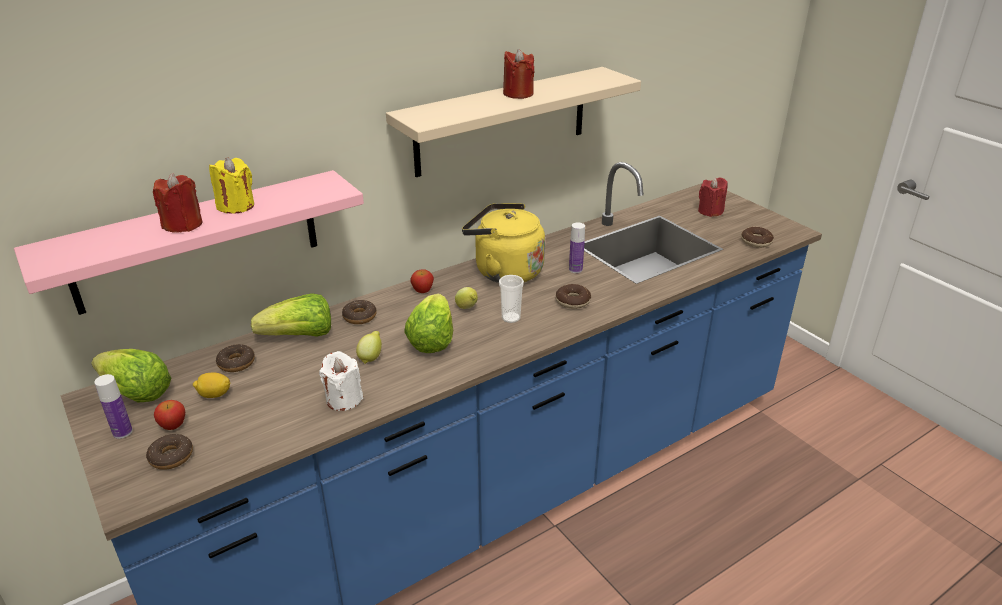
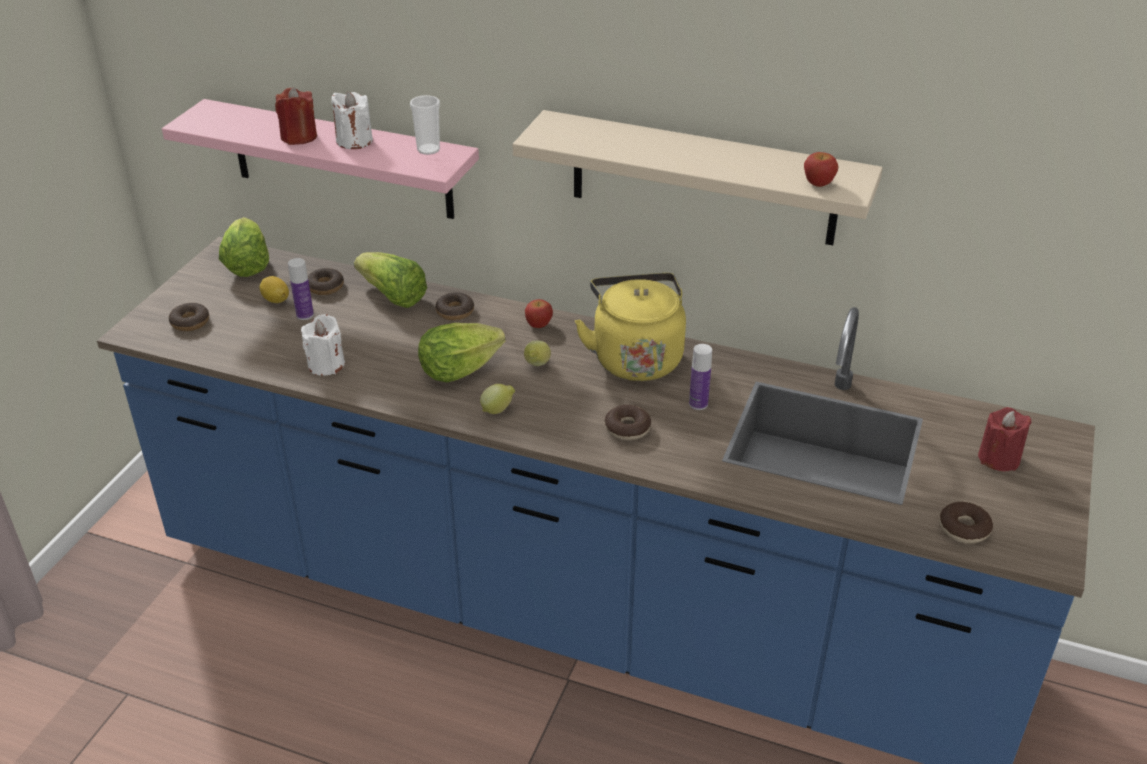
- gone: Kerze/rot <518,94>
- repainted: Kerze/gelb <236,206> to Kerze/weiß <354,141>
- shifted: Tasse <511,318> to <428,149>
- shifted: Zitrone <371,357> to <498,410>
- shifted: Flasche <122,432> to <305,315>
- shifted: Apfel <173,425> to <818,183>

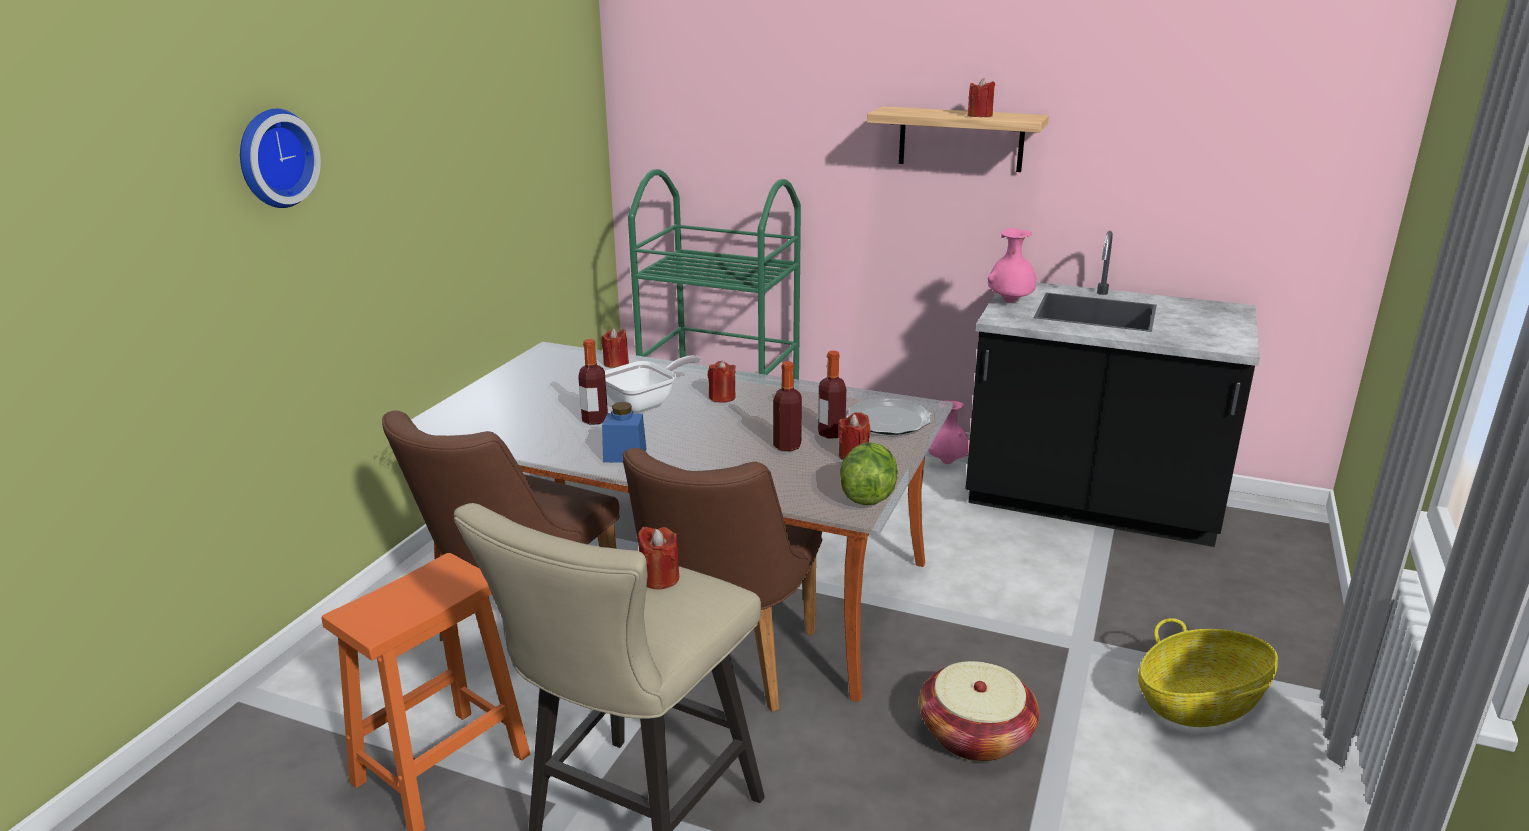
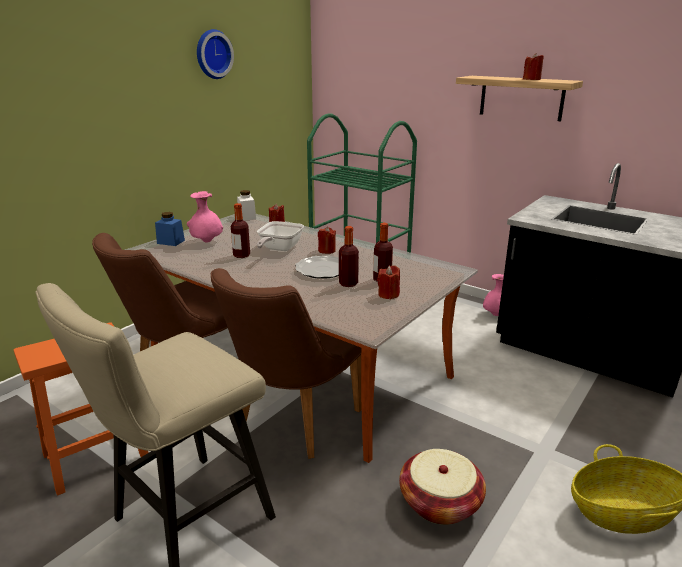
- shifted: Wanduhr <273,158> to <212,54>
- shifted: Vase/rosa <1009,302> to <207,242>
- rotated: Pfanne <646,403> = <278,249> 135 degrees clockwise
- shifted: Teller <889,420> to <323,269>
- shifted: Vorratsglas/blau <625,455> to <171,242>
- gone: Salatkopf <867,496>
- gone: Kerze/rot <659,578>
- new: Vorratsglas/weiß <247,217>

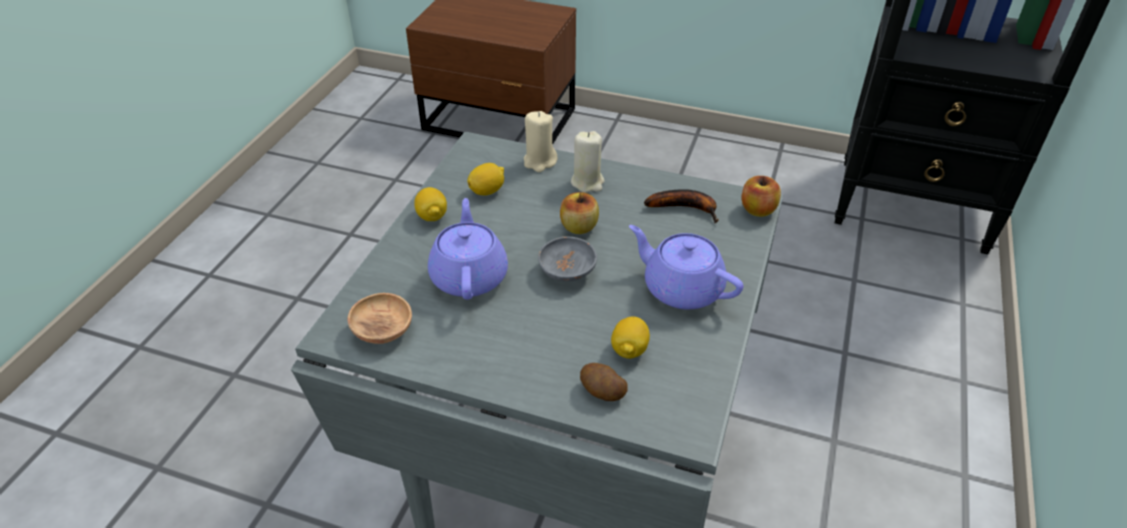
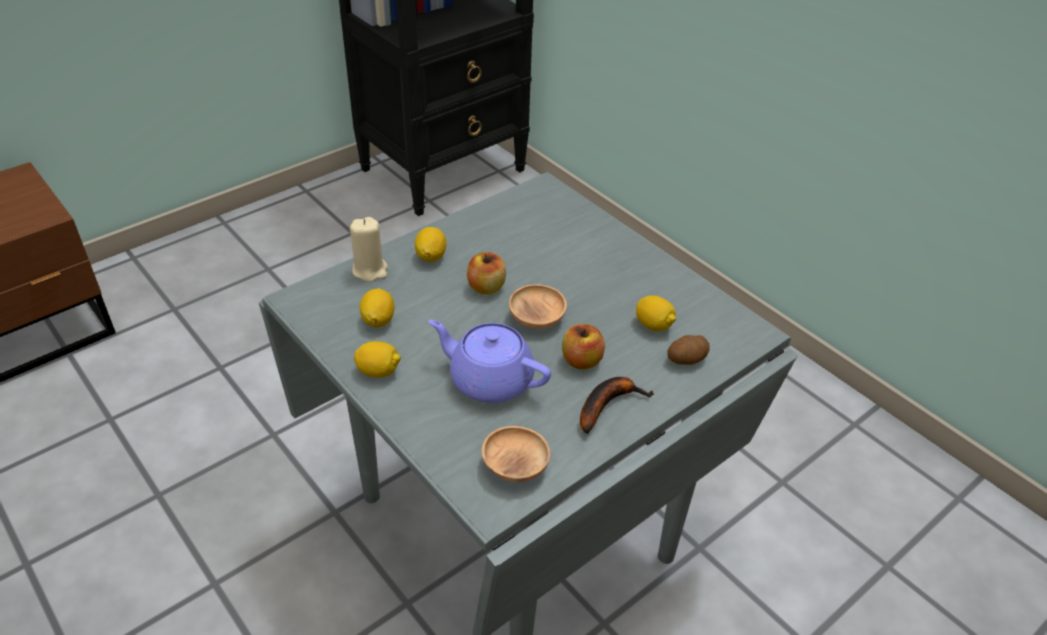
- swapped: Kerze/beige <587,182> to Zitrone <431,256>
- shifted: Apfel <758,210> to <581,361>
- shifted: Banane <686,208> to <607,404>
- gone: Teekanne/lila <681,288>
- repainted: Schüssel/grau <567,271> to Schüssel/braun <537,318>

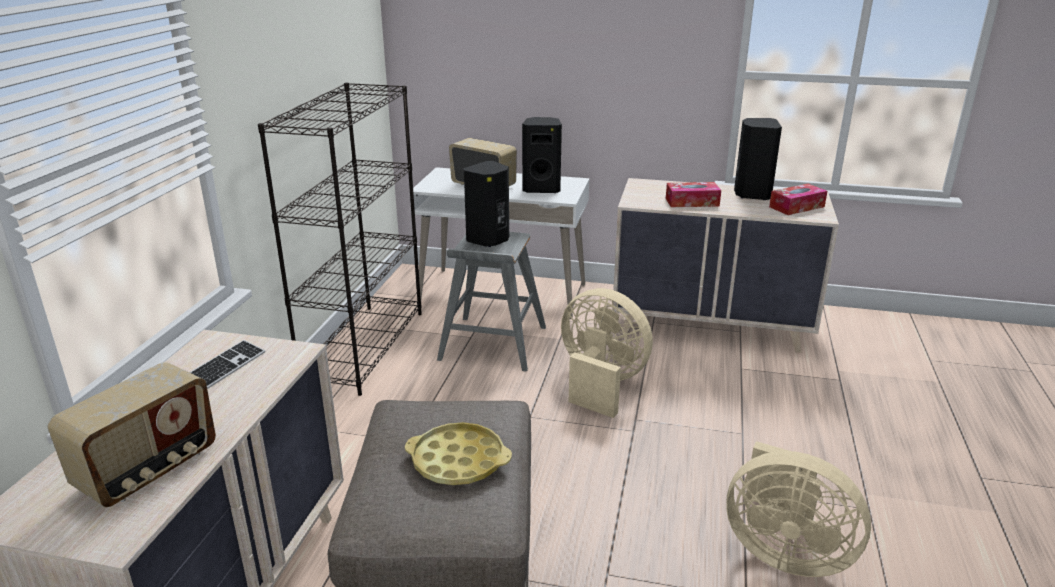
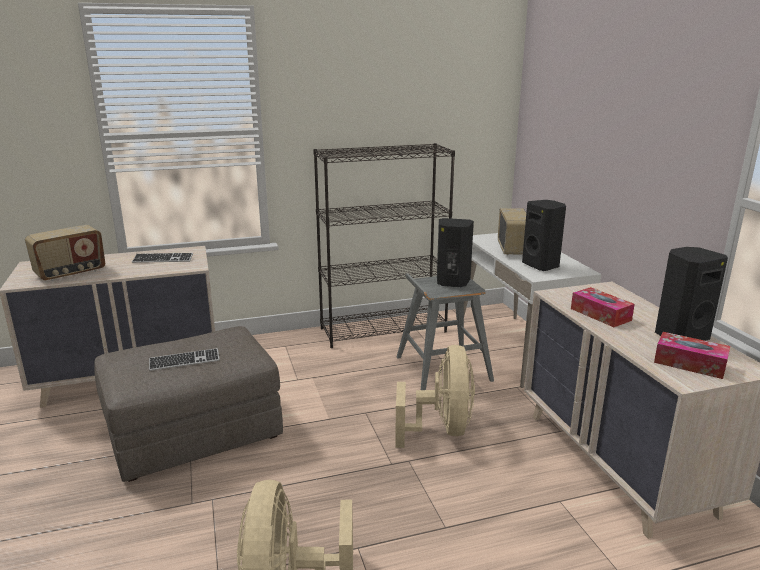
- rotated: Radio <149,470> = <71,273> 45 degrees counterclockwise
- swapped: Tablett/gelb <458,461> to Tastatur <184,361>

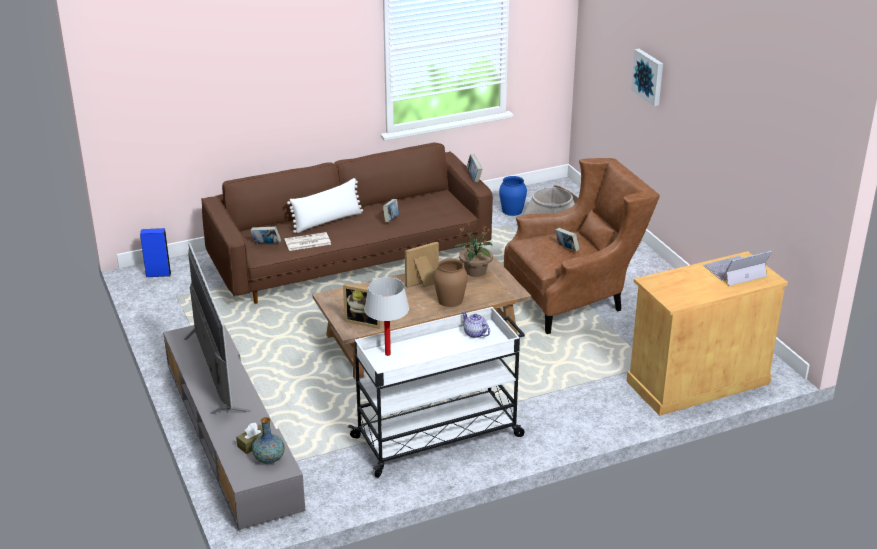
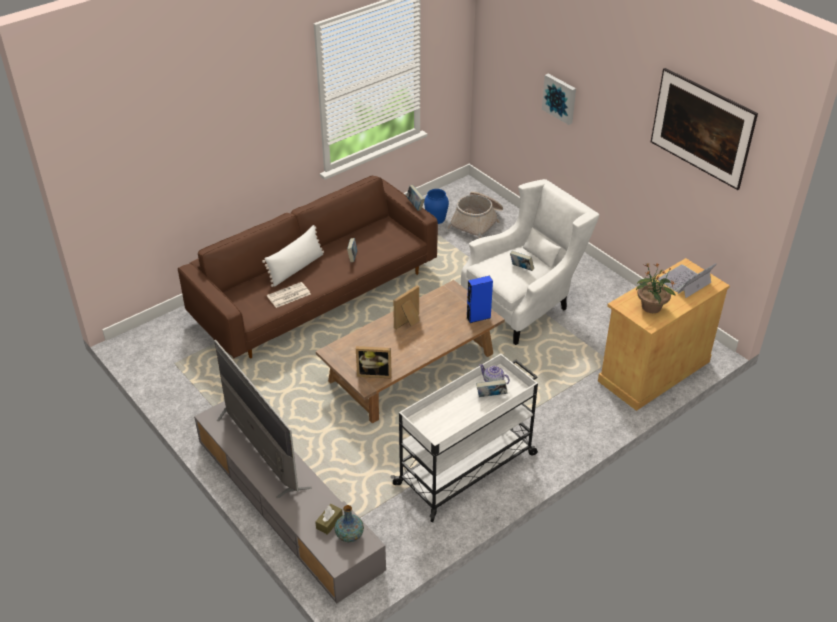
- repainted: Sessel/braun <574,299> to Sessel/weiß <524,304>
- shifted: Topfpflanze <475,272> to <651,307>
- shifted: Buch <266,244> to <491,396>
- shifted: Lautsprecher/blau <158,274> to <478,317>
- gone: Vase/braun <450,300>
- gone: Tischlampe/weiß <387,354>
- new: Bild <698,146>

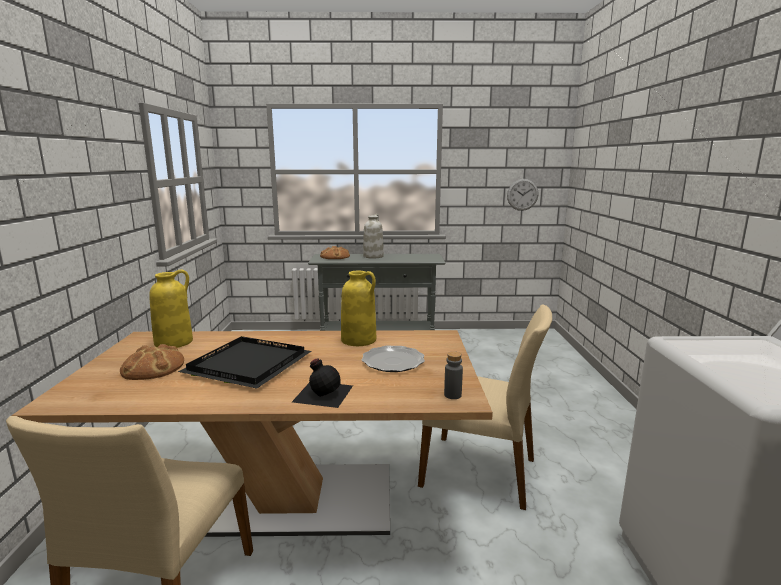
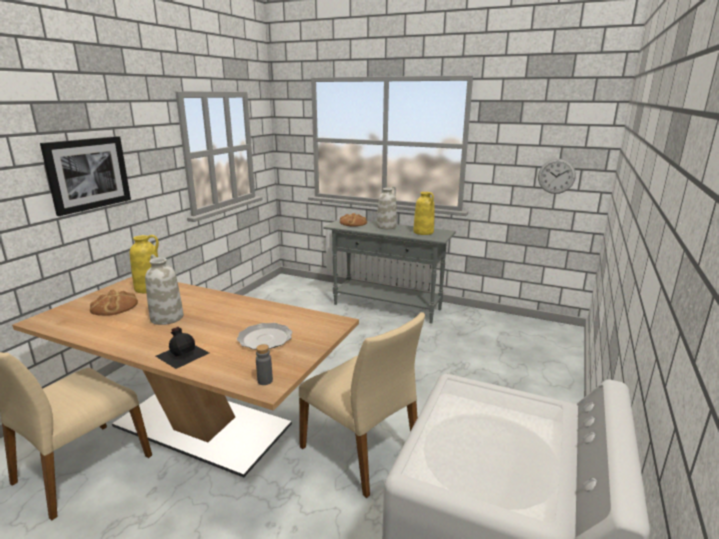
- shifted: Vase/gelb <359,340> to <423,232>
- swapped: Tablett/schwarz <245,365> to Vase/weiß <166,318>
- new: Bild <88,174>

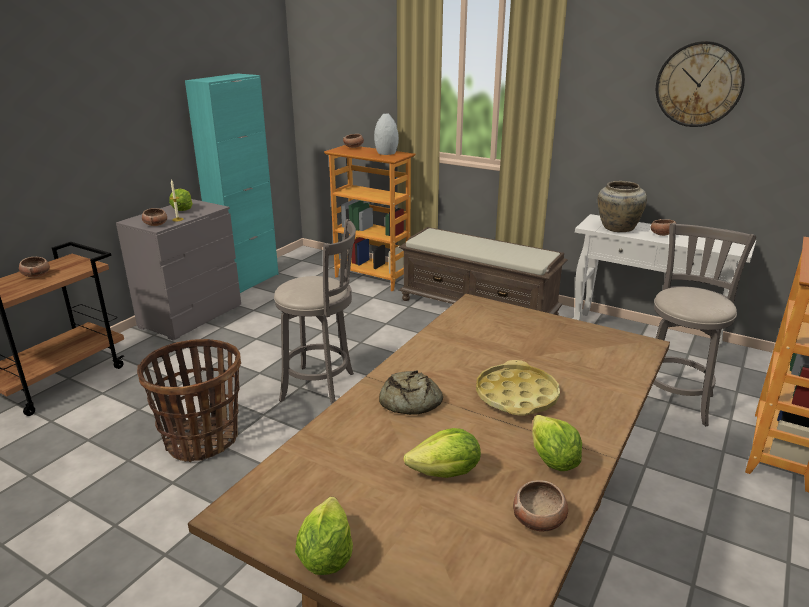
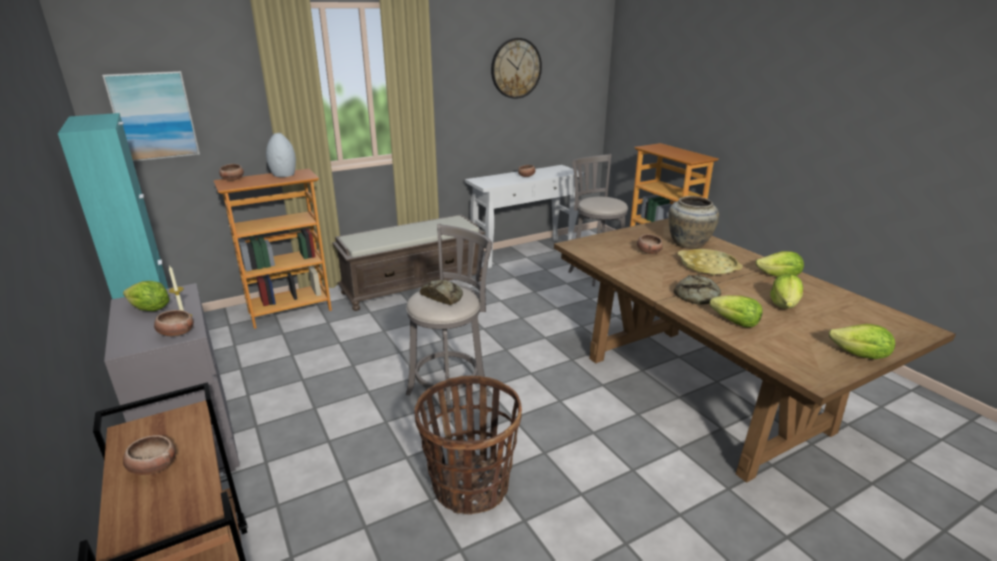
- shifted: Vase/beige <616,228> to <688,244>
- shifted: Schüssel <539,519> to <648,252>
- new: Bild <153,116>
- new: Brot <442,296>
- new: Salatkopf <735,323>

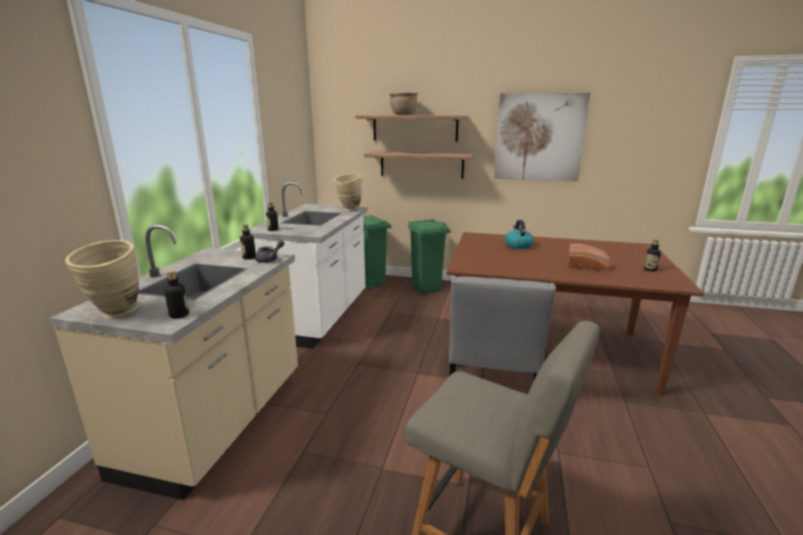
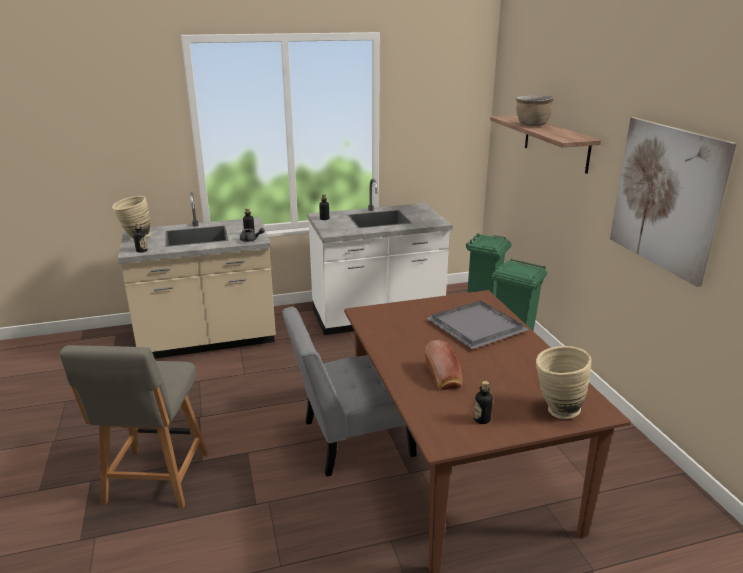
- gone: Wandregal <421,164>
- shifted: Vase/beige <349,209> to <555,411>
- swapped: Wasserkessel <518,245> to Tablett/grau <474,326>

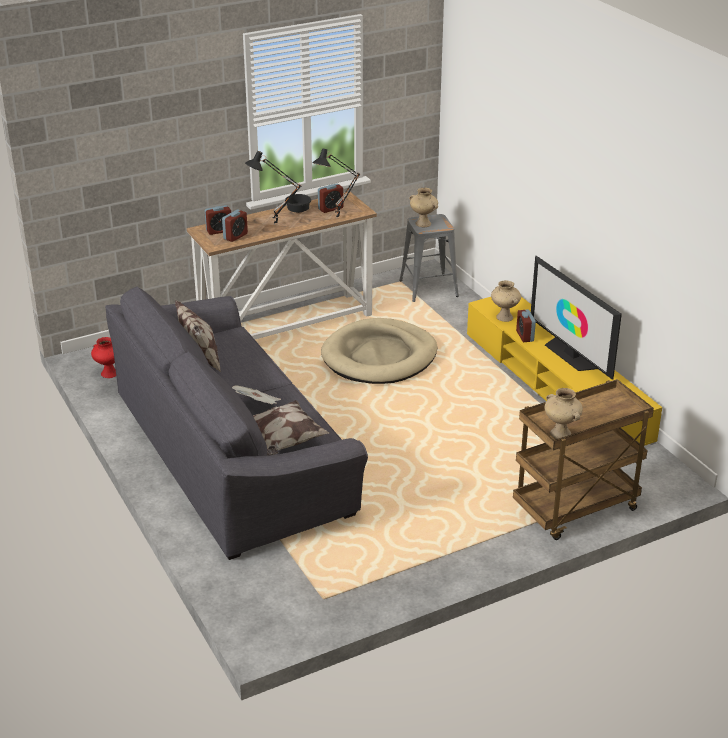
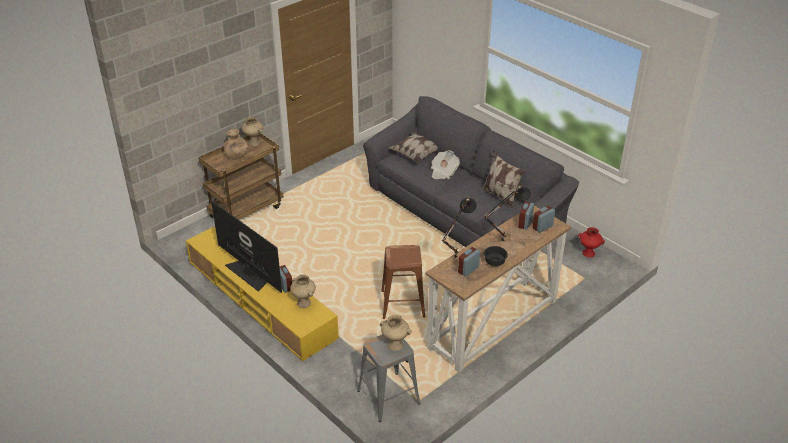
- swapped: Hundebett/beige <379,356> to Hocker/braun <402,304>
- new: Vase/braun <236,156>

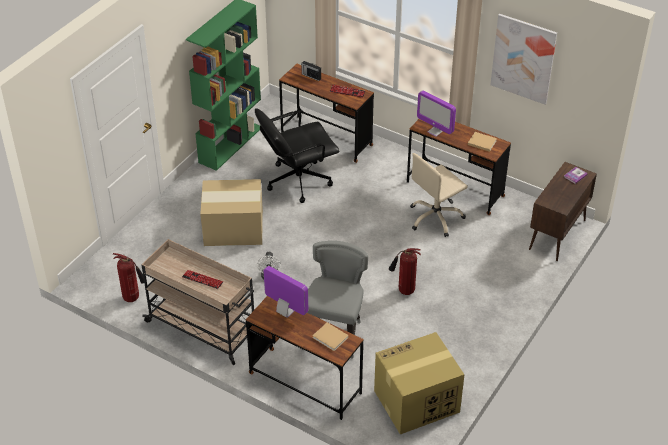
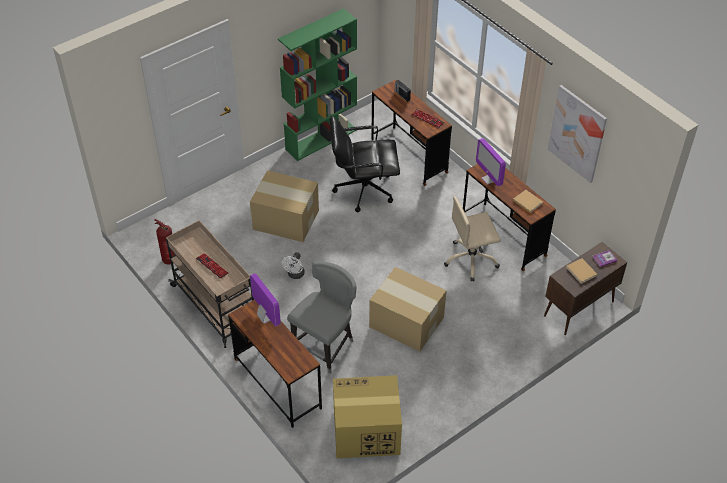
- swapped: Feuerlöscher <404,291> to Karton <407,323>
- shifted: Buch/beige <331,338> to <581,272>

